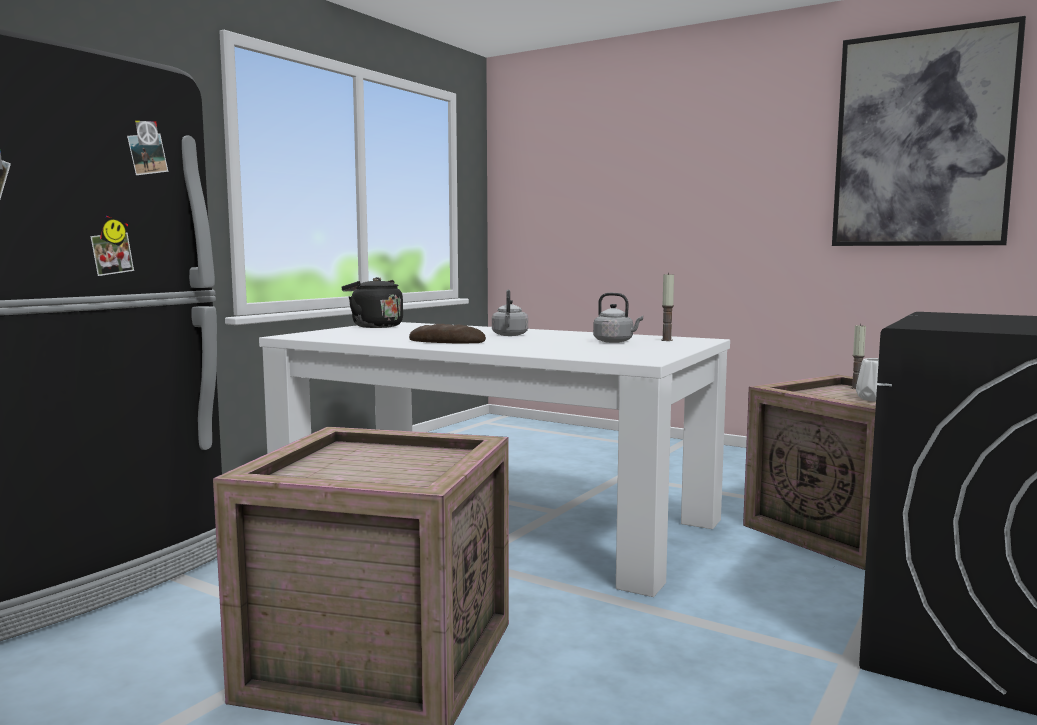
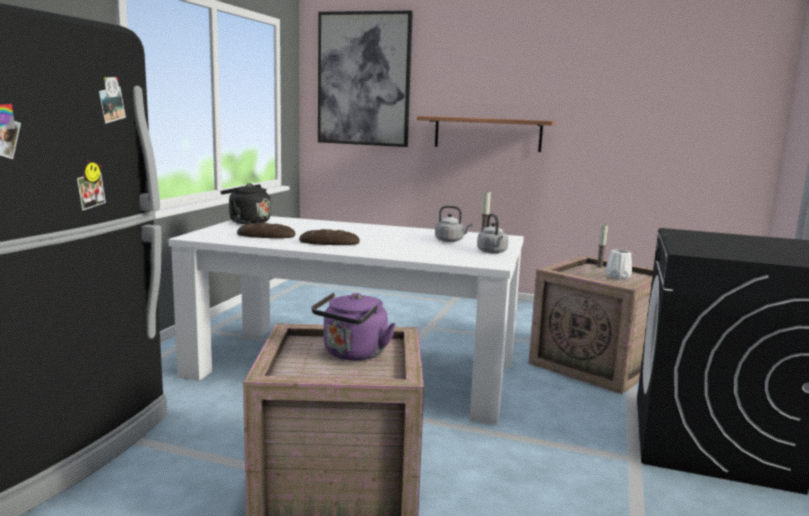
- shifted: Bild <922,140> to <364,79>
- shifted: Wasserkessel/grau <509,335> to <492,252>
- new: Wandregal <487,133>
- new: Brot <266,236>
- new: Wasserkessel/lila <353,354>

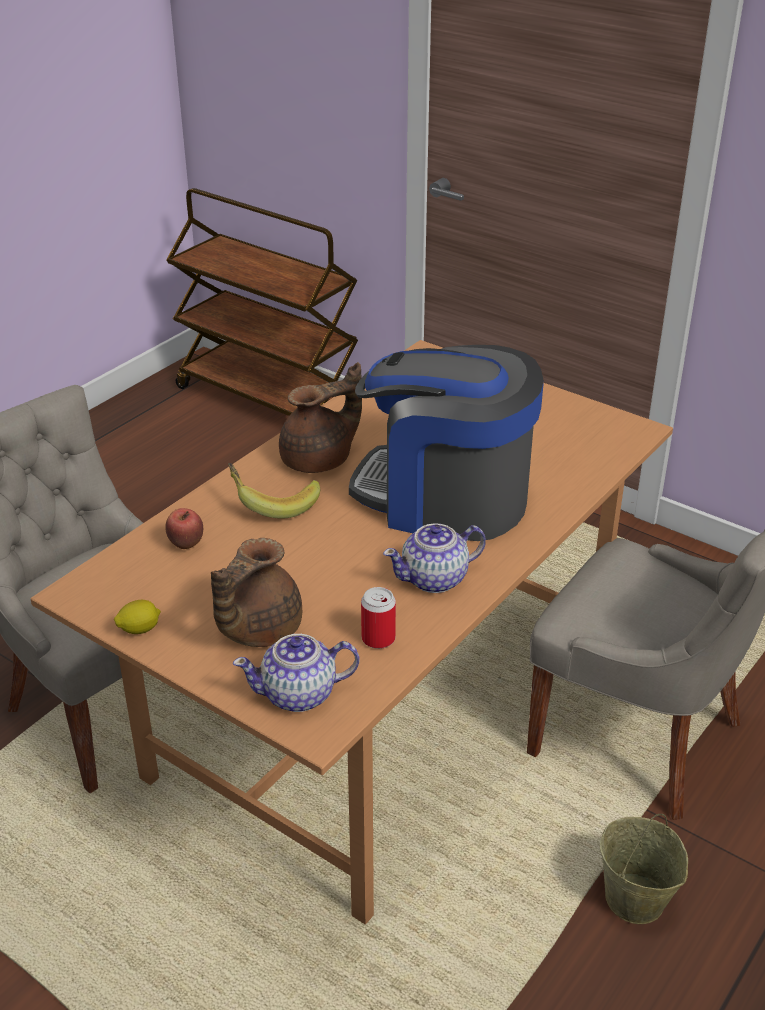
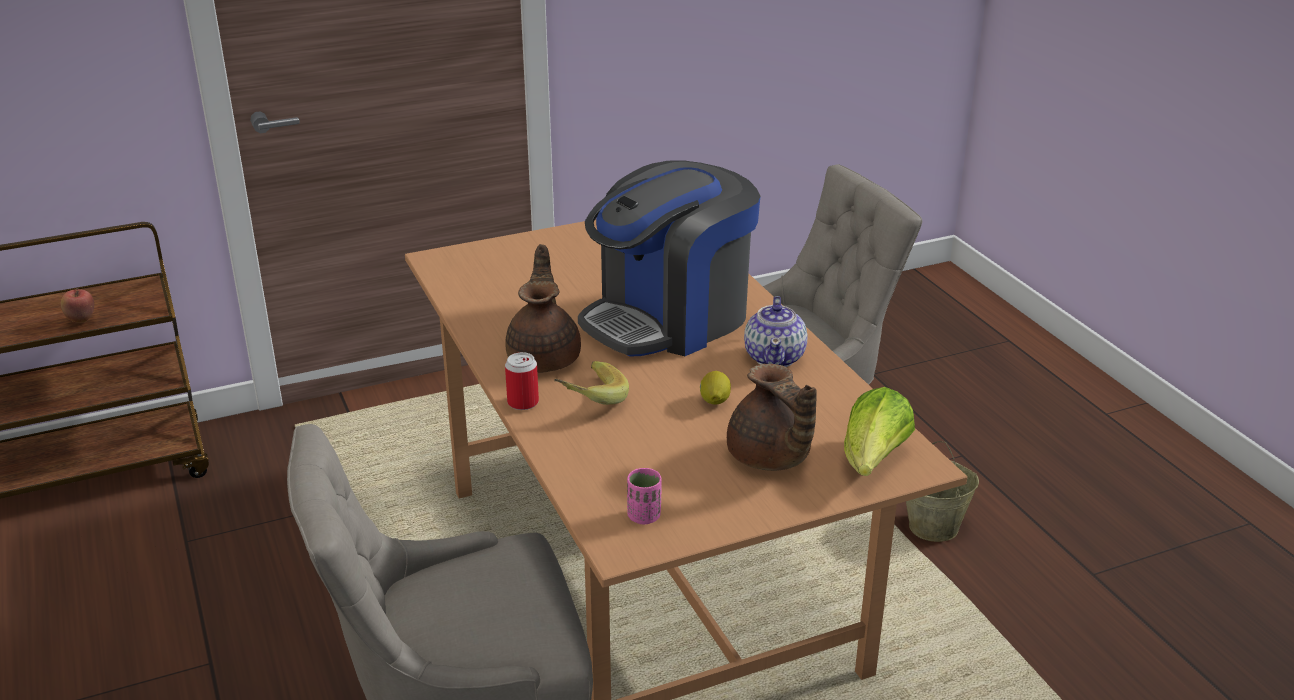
- shifted: Apfel <186,544> to <81,320>
- shifted: Dose <378,638> to <523,403>
- shifted: Zitrone <139,629> to <714,401>
- swapped: Teekanne <299,694> to Salatkopf <873,461>
- new: Tasse/rosa <644,516>

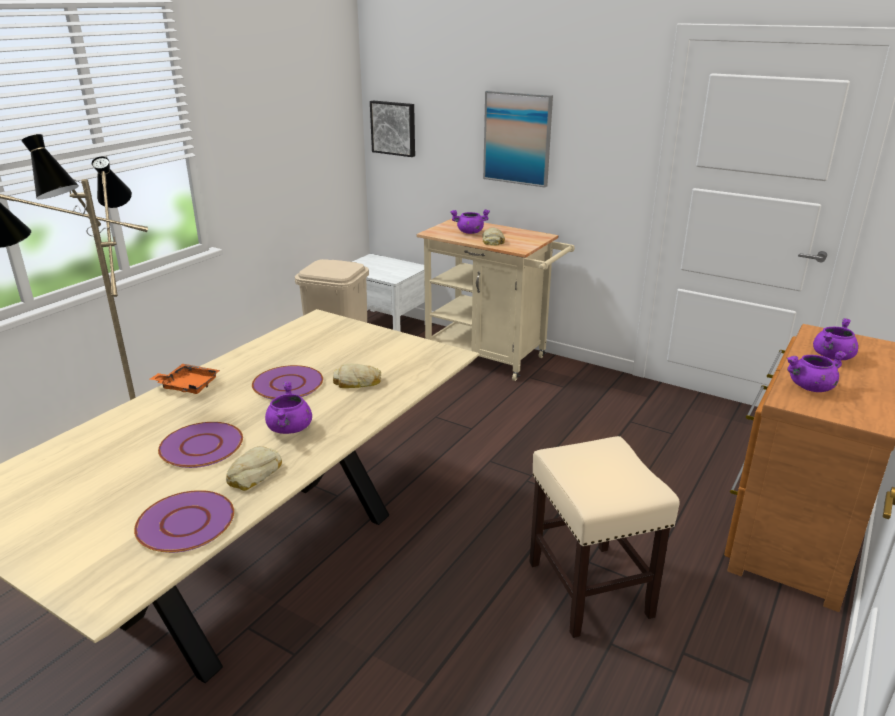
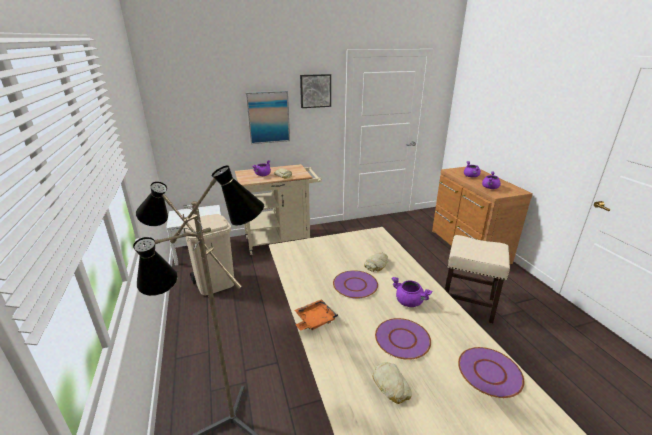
- shifted: Bild <394,128> to <315,91>
- shifted: Brot <253,474> to <391,386>

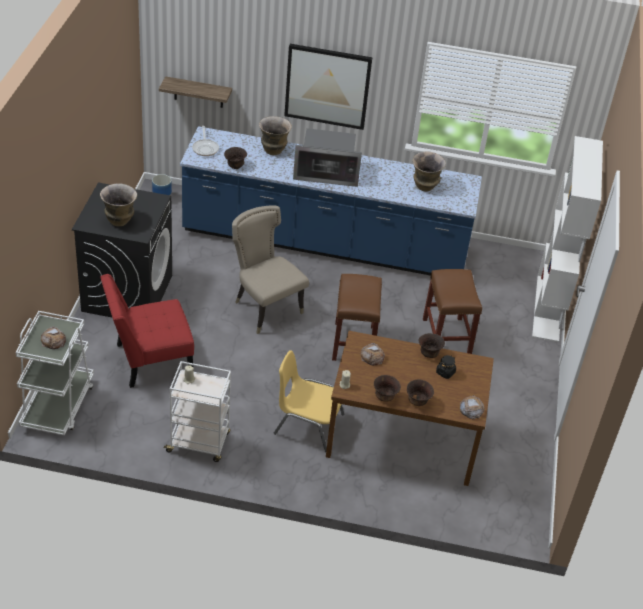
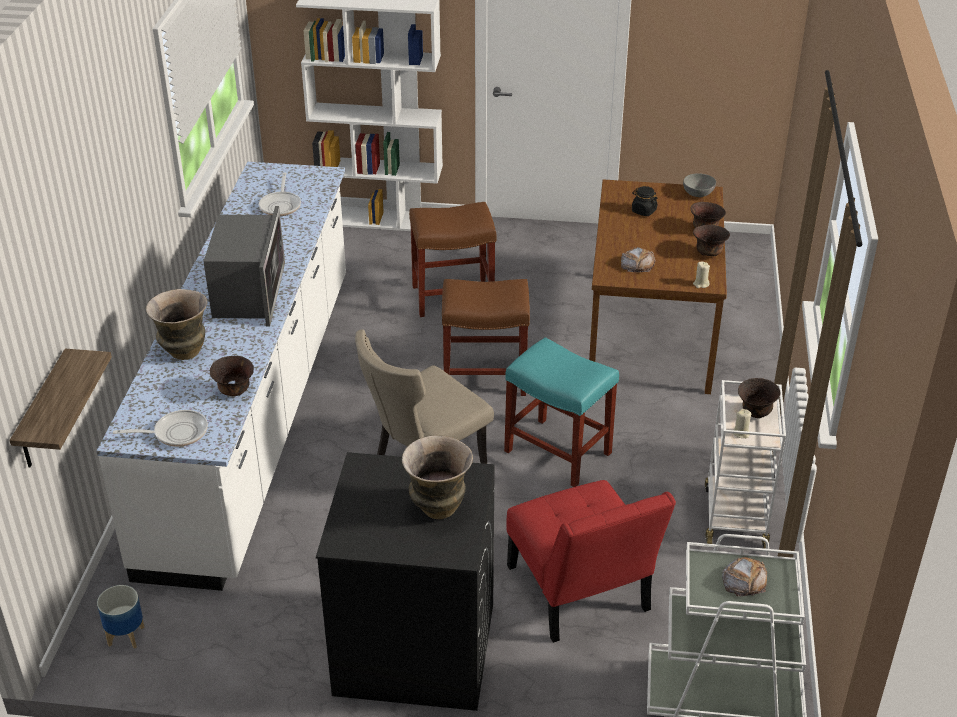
- gone: Bild <327,86>
- repainted: Küchenzeile/blau <324,243> to Küchenzeile/weiß <255,414>
- swapped: Vase <425,187> to Pfanne <281,205>
- shifted: Schüssel/braun <429,354> to <755,413>
- gone: Stuhl/gelb <307,424>
- swapped: Brot <471,409> to Schüssel/grau <698,194>
- new: Hocker/türkis <559,452>

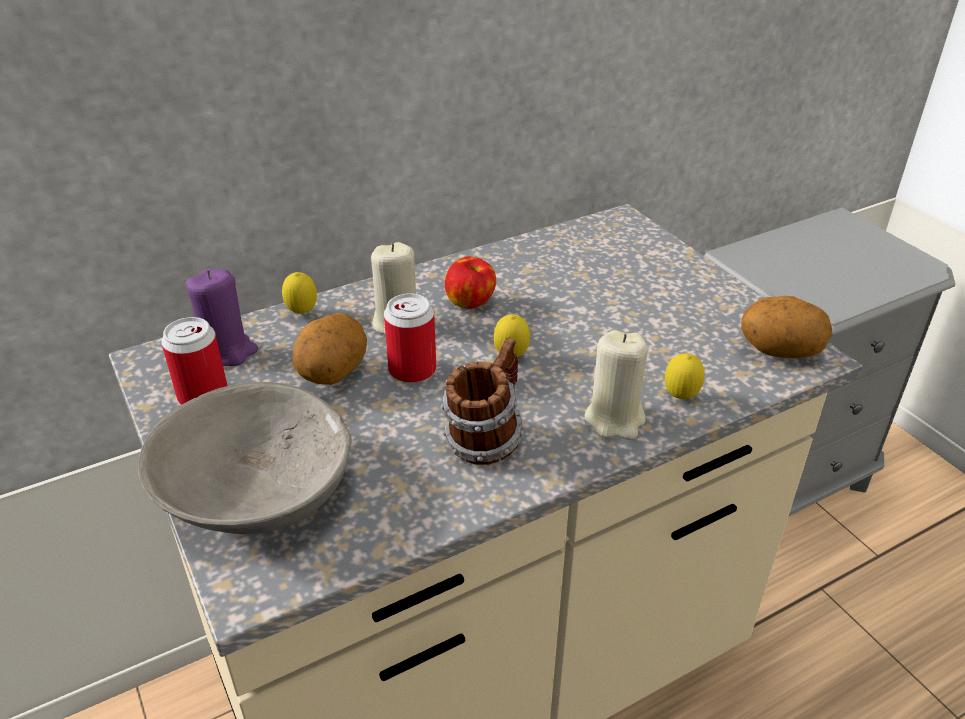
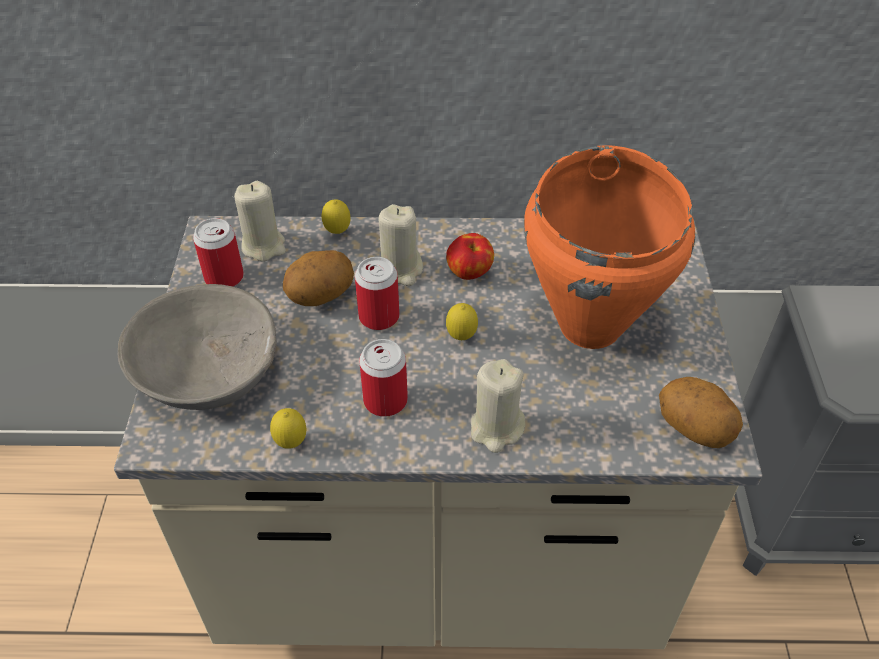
- repainted: Kerze/lila <227,351> to Kerze/beige <264,246>
- swapped: Henkelbecher <485,439> to Dose <385,400>
- shifted: Zitrone <680,398> to <291,443>
- new: Kochtopf/orange <591,325>

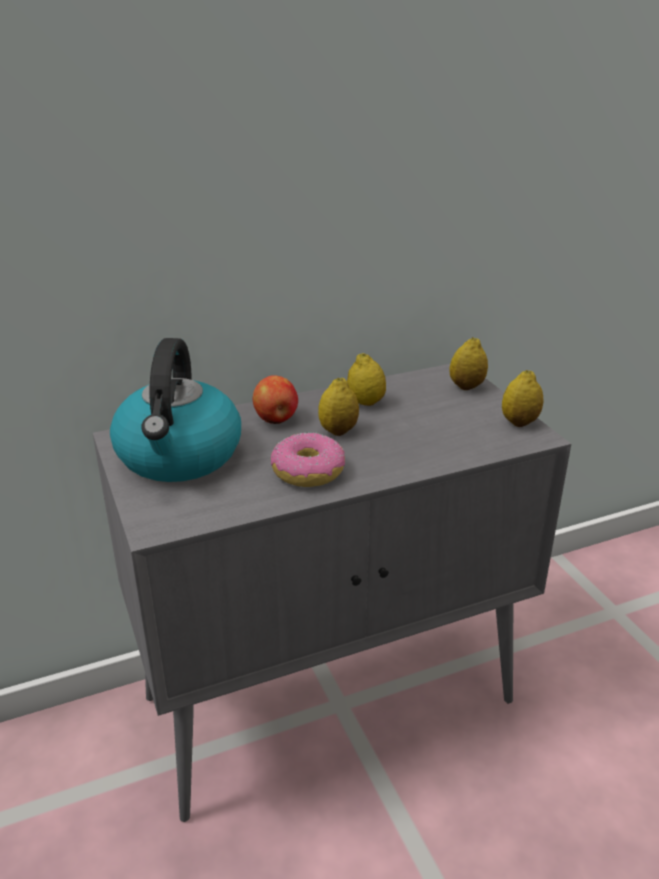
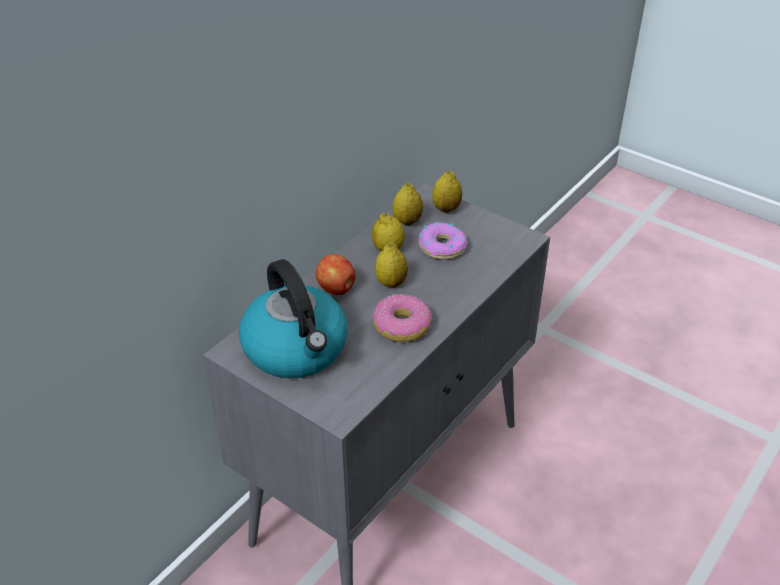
- shifted: Zitrone <519,422> to <407,221>
- new: Donut <442,247>

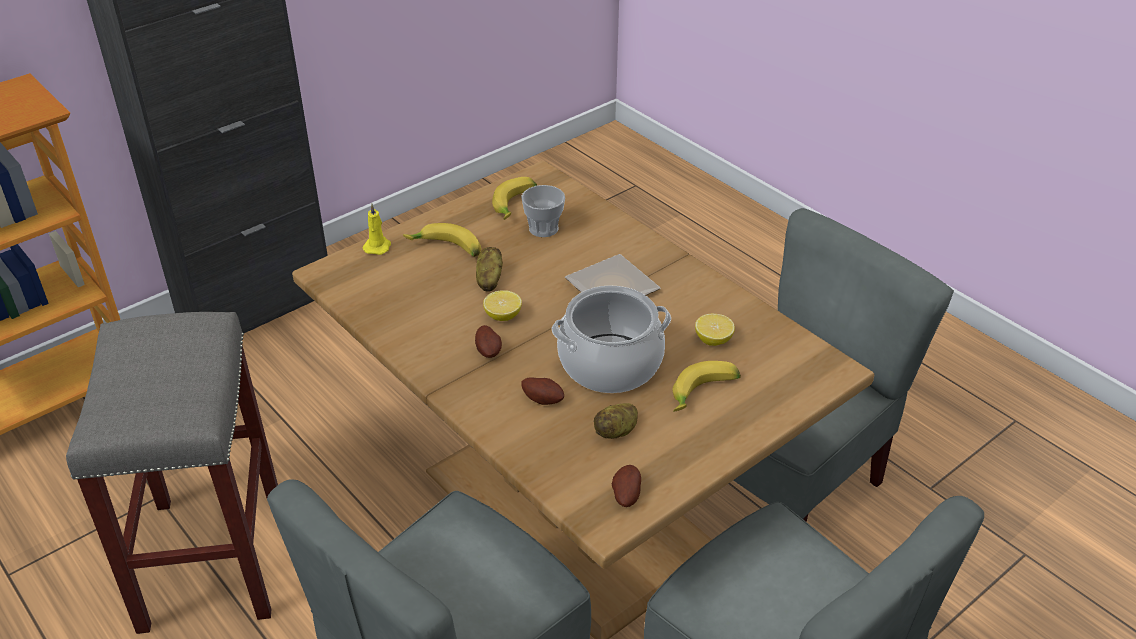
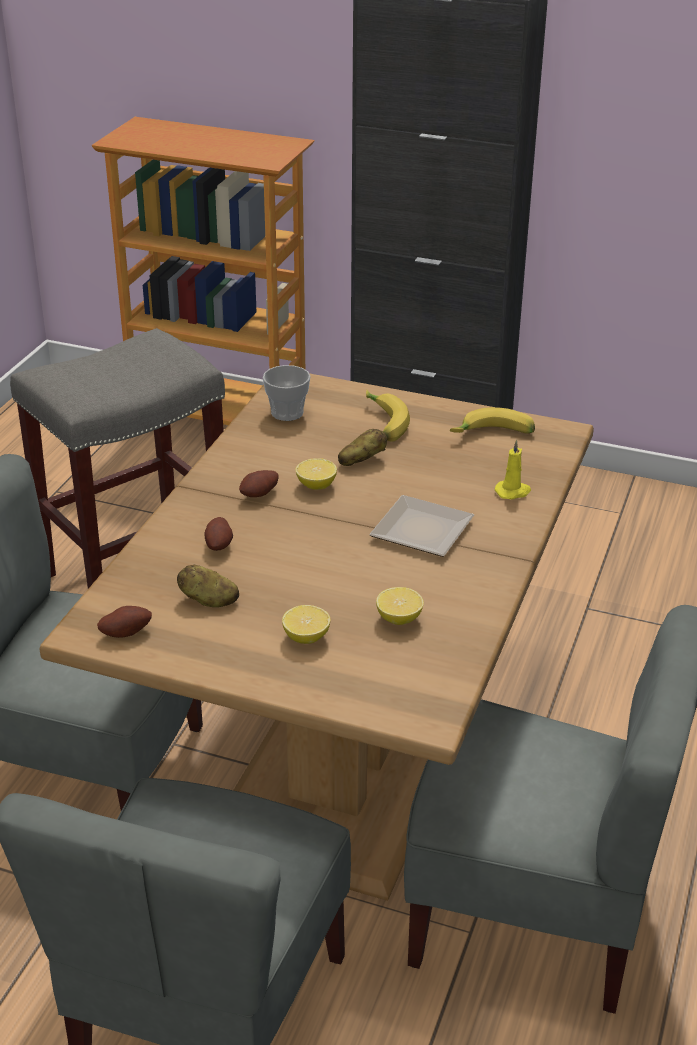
- shifted: Tasse <543,229> to <287,413>
- shifted: Kerze/gelb <378,246> to <513,492>
- gone: Kochtopf <610,364>
- swapped: Banane <704,394> to Zitrone <306,637>

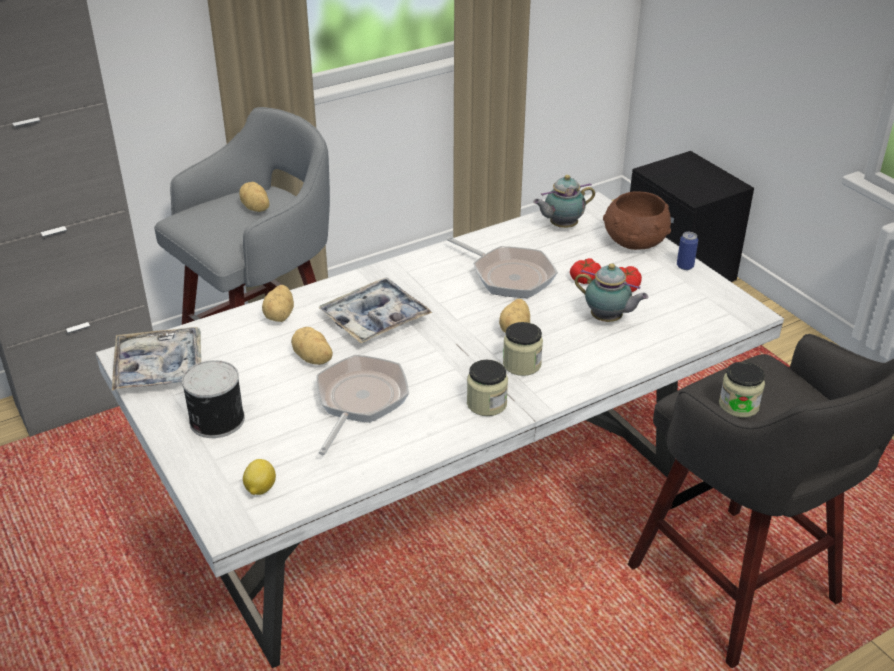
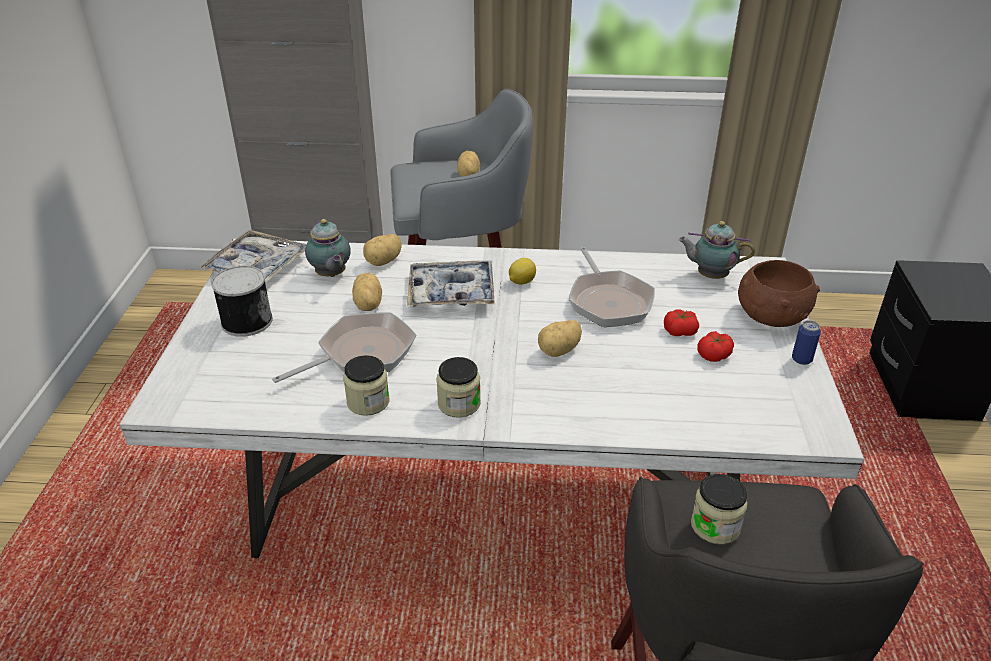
- shifted: Teekanne <608,319> to <331,275>
- shifted: Vorratsglas <522,364> to <368,402>
- shifted: Zitrone <260,489> to <521,282>

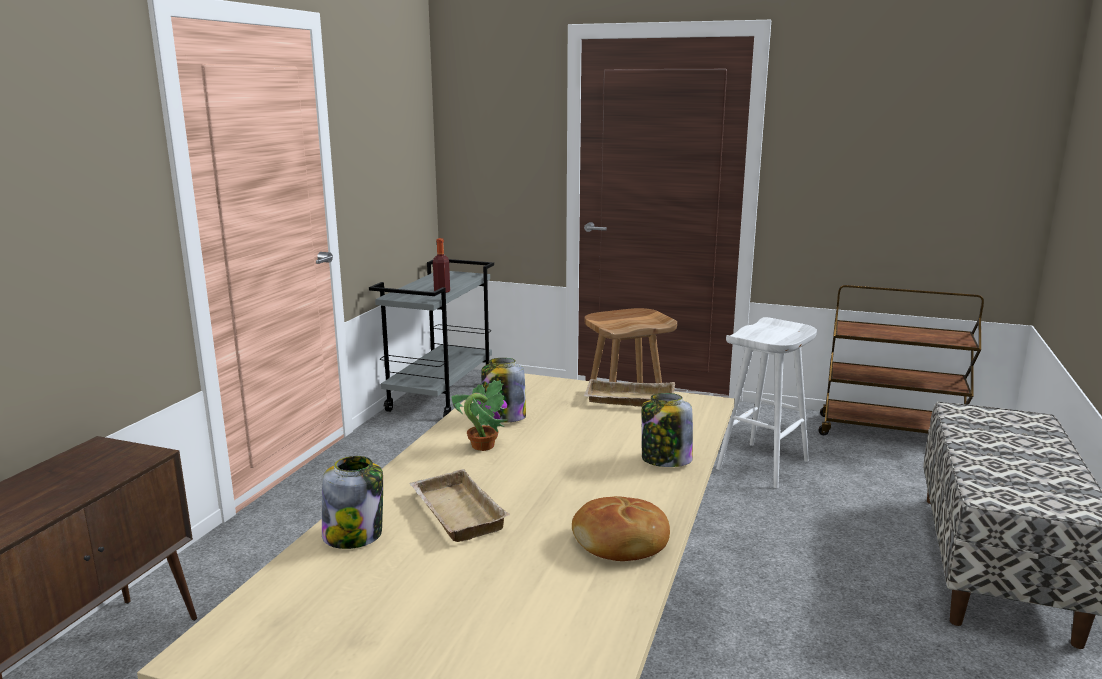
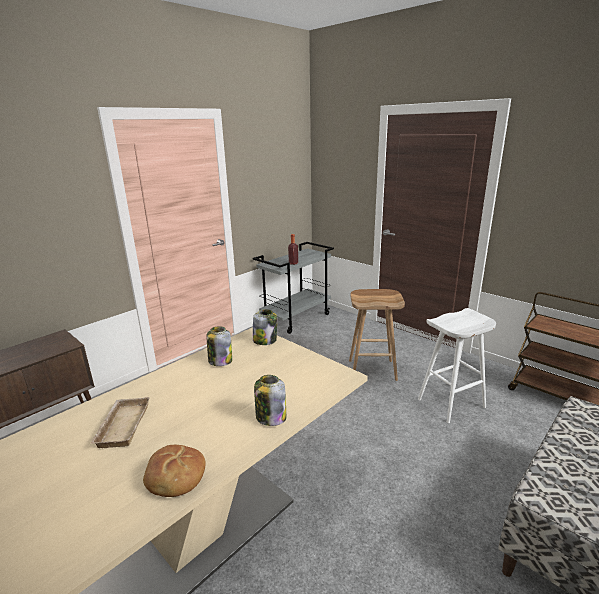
- gone: Tablett/beige <628,401>
- gone: Topfpflanze <482,446>
- shifted: Vorratsglas <354,535> to <265,340>

